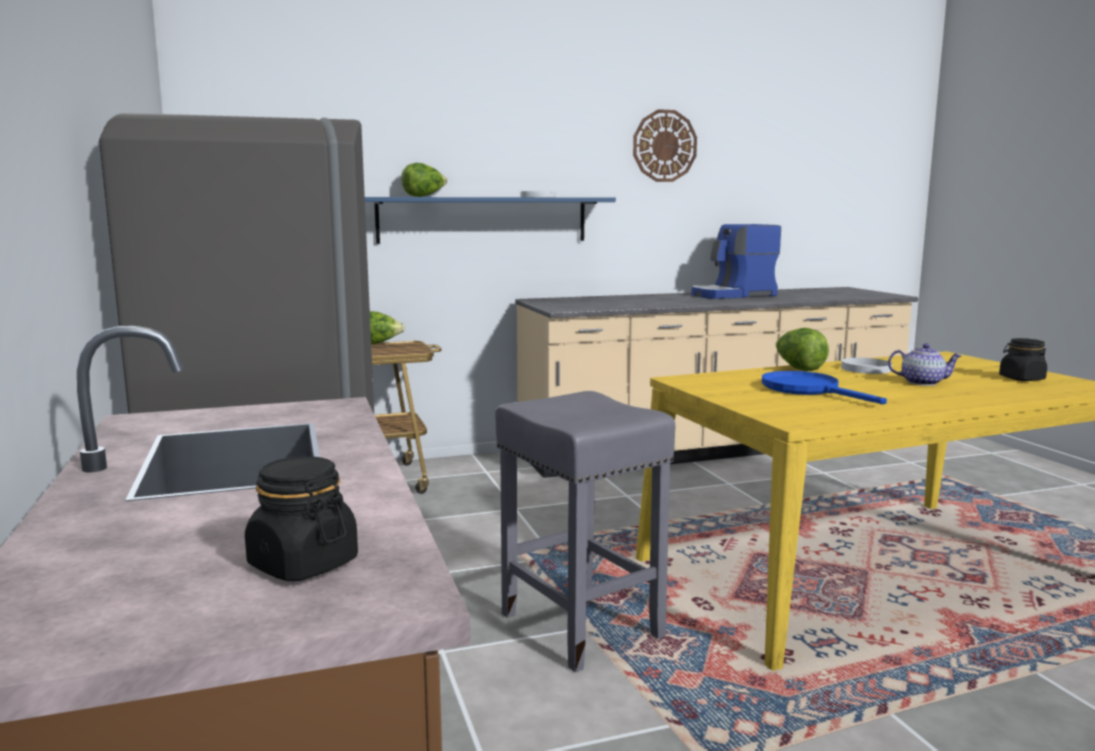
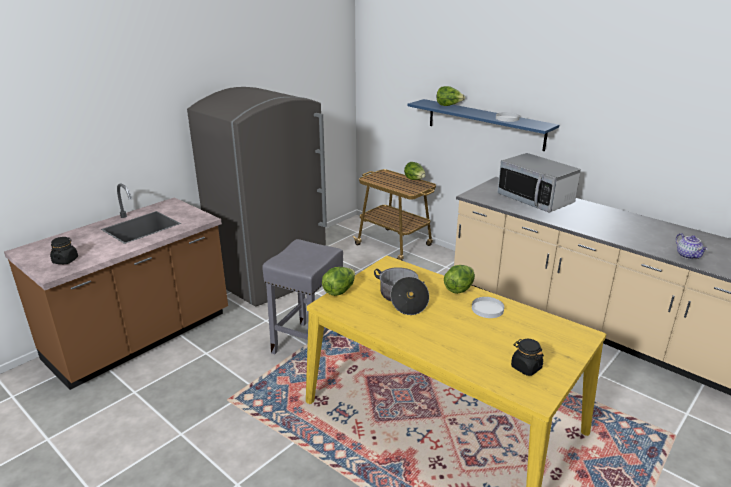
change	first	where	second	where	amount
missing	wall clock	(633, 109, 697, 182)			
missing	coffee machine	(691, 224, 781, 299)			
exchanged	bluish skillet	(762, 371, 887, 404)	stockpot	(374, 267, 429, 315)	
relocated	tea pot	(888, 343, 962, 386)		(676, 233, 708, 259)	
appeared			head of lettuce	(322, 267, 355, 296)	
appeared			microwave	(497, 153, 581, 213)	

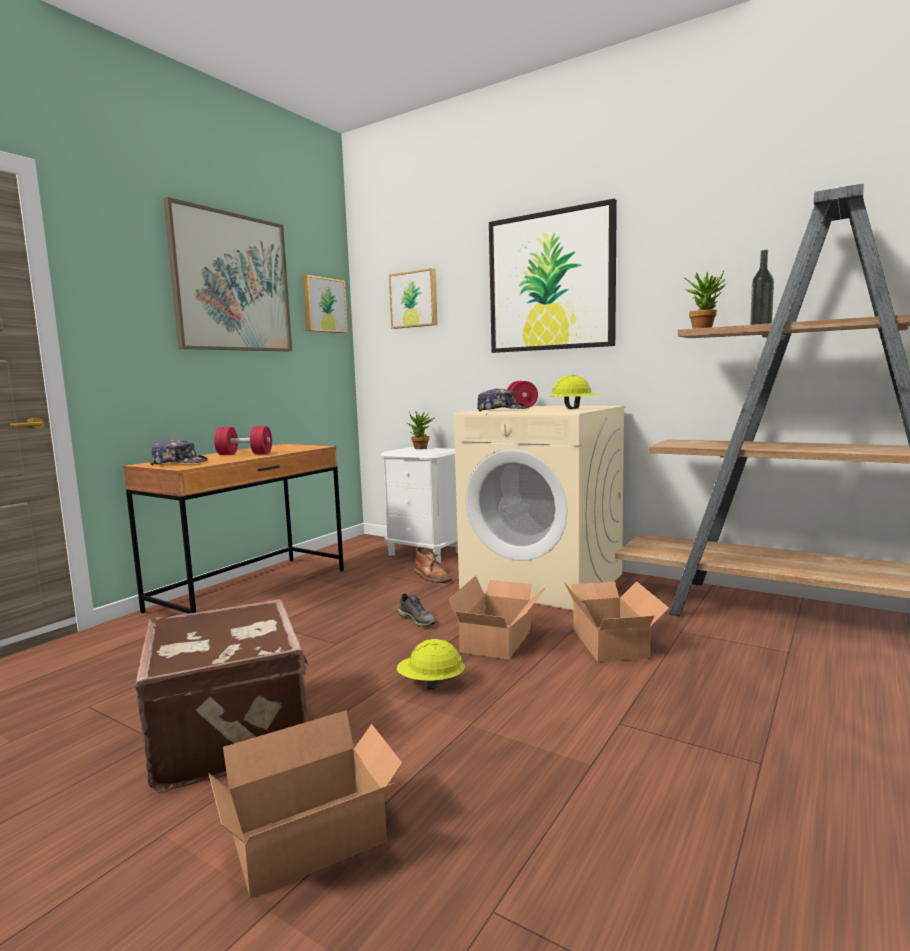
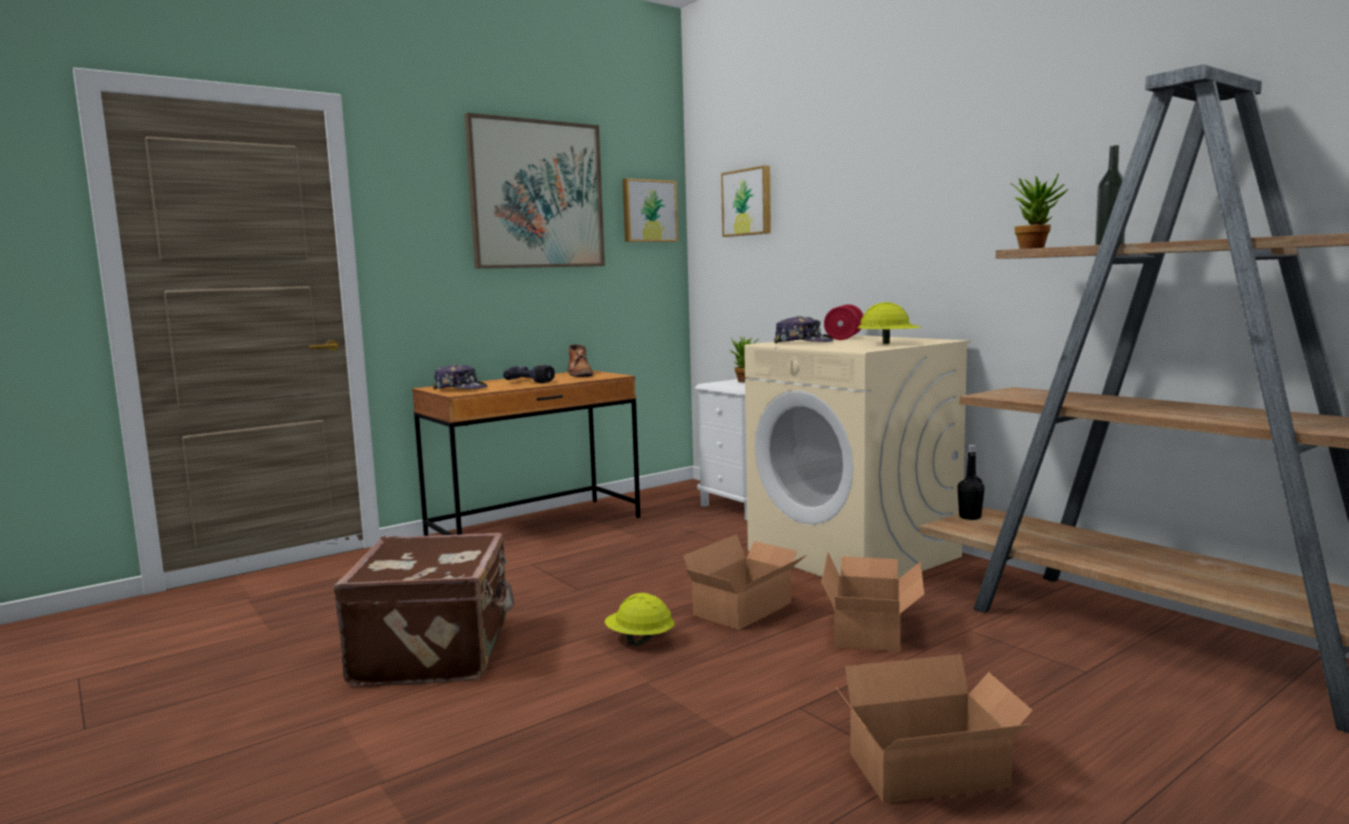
change	first	where	second	where	amount
relocated	packing box	(209, 710, 402, 898)		(836, 654, 1033, 804)	
exchanged	red dumbbell	(214, 426, 272, 455)	drill	(503, 365, 555, 383)	
missing	gray item of footwear	(398, 594, 436, 626)			
relocated	brown-coloured tall boot	(414, 547, 452, 583)		(568, 344, 594, 377)	
missing	wall art	(489, 199, 617, 353)			
appeared			black-coloured bottle	(957, 444, 985, 520)	

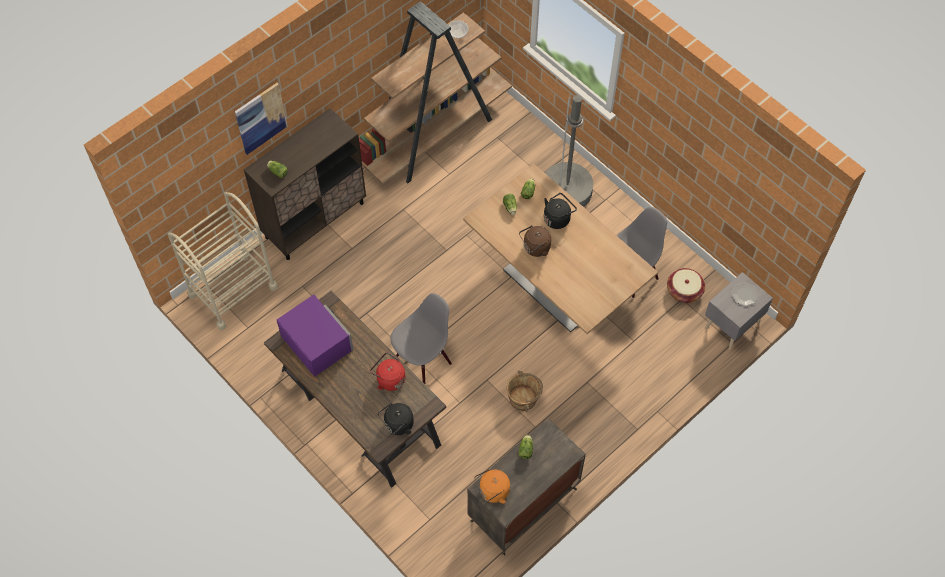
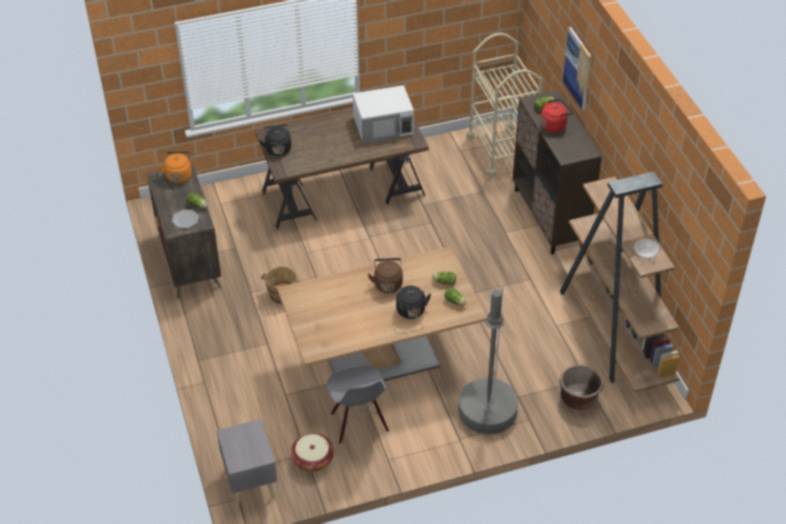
change	first	where	second	where	amount
colour	purplish microwave	(276, 295, 354, 377)	whitish microwave	(353, 85, 414, 144)	
relocated	red kettle	(370, 352, 405, 391)		(540, 99, 573, 133)	
missing	gray upright chair	(390, 293, 452, 384)			
relocated	dinner plate	(731, 282, 759, 306)		(172, 210, 199, 228)	
appeared			brown-coloured plant pot	(560, 365, 604, 410)	

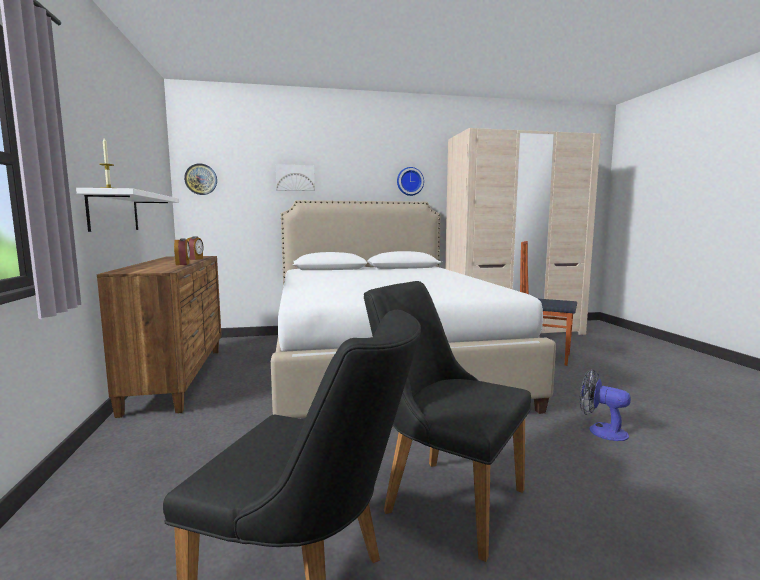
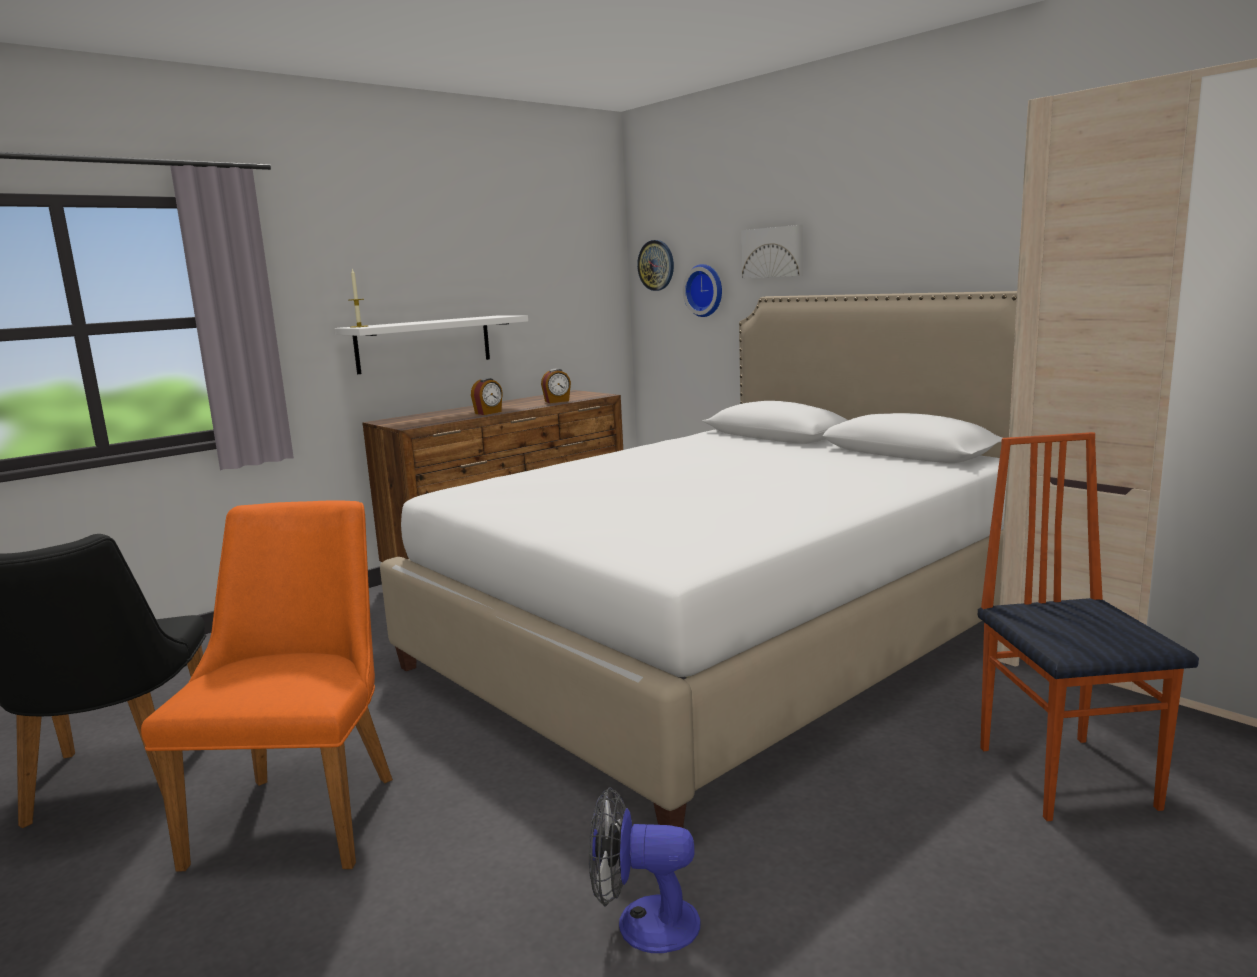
change	first	where	second	where	amount
colour	black-coloured upright chair	(364, 281, 531, 562)	orange-coloured upright chair	(141, 500, 393, 871)	
relocated	wall clock	(397, 167, 424, 196)		(683, 264, 722, 317)	
spun	fan	(580, 369, 631, 441)		(589, 787, 700, 953)	90 degrees counterclockwise

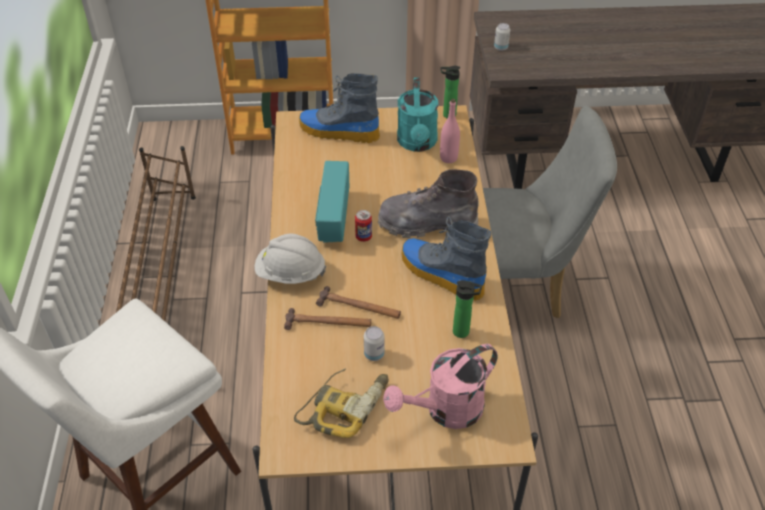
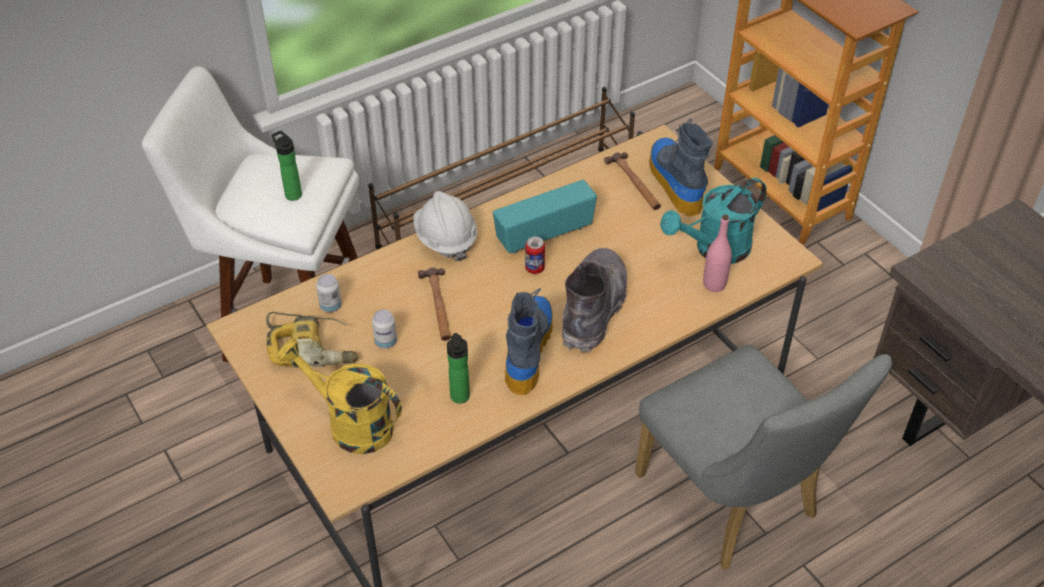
change	first	where	second	where	amount
relocated	hammer	(284, 308, 371, 330)		(604, 152, 661, 210)	
spun	gray tall boot	(378, 169, 479, 239)		(562, 248, 628, 352)	45 degrees clockwise
colour	pink-coloured sprinkling can	(383, 344, 498, 429)	yellow sprinkling can	(277, 338, 402, 454)	
relocated	bottle	(440, 66, 460, 118)		(272, 131, 302, 201)	
relocated	sealed can	(494, 23, 510, 51)		(316, 274, 342, 312)	

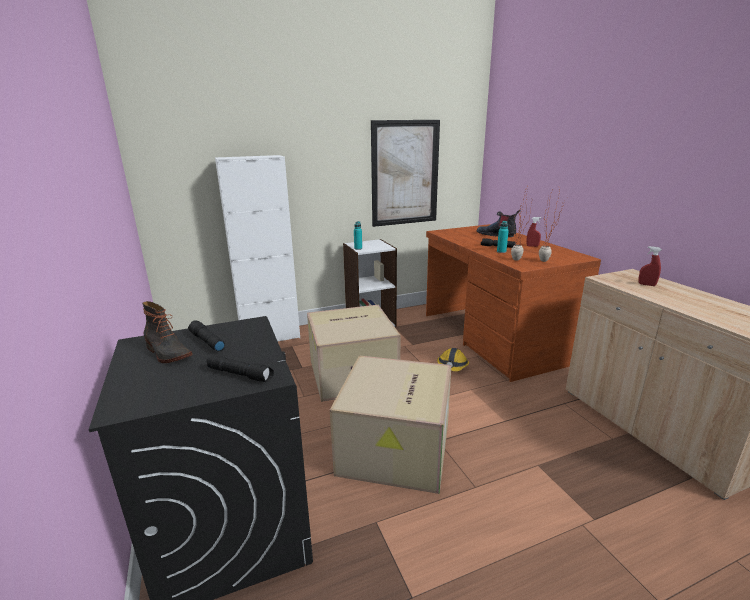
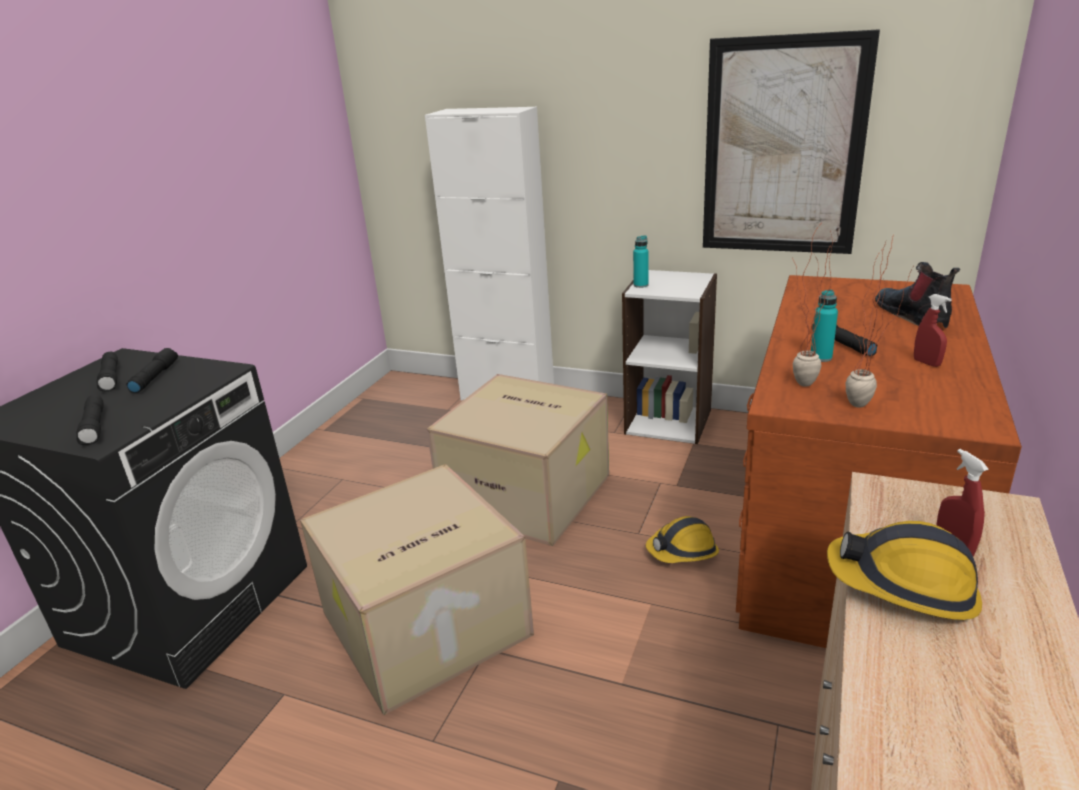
change	first	where	second	where	amount
exchanged	tall boot	(142, 301, 192, 363)	black-coloured torch	(97, 352, 118, 392)	
appeared			hard hat	(827, 521, 982, 620)	

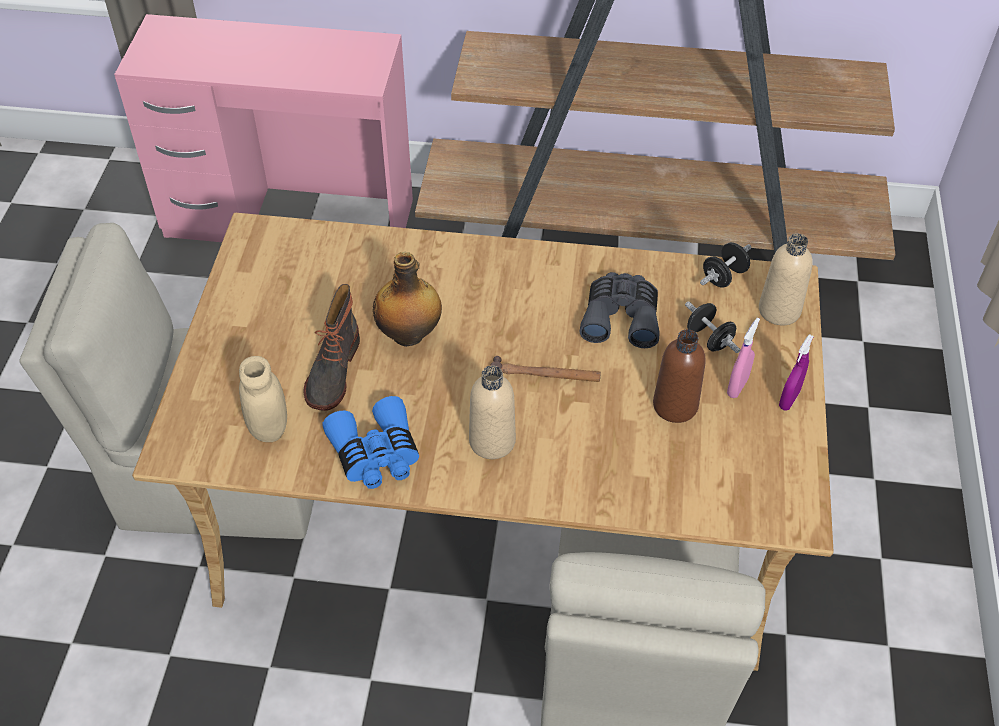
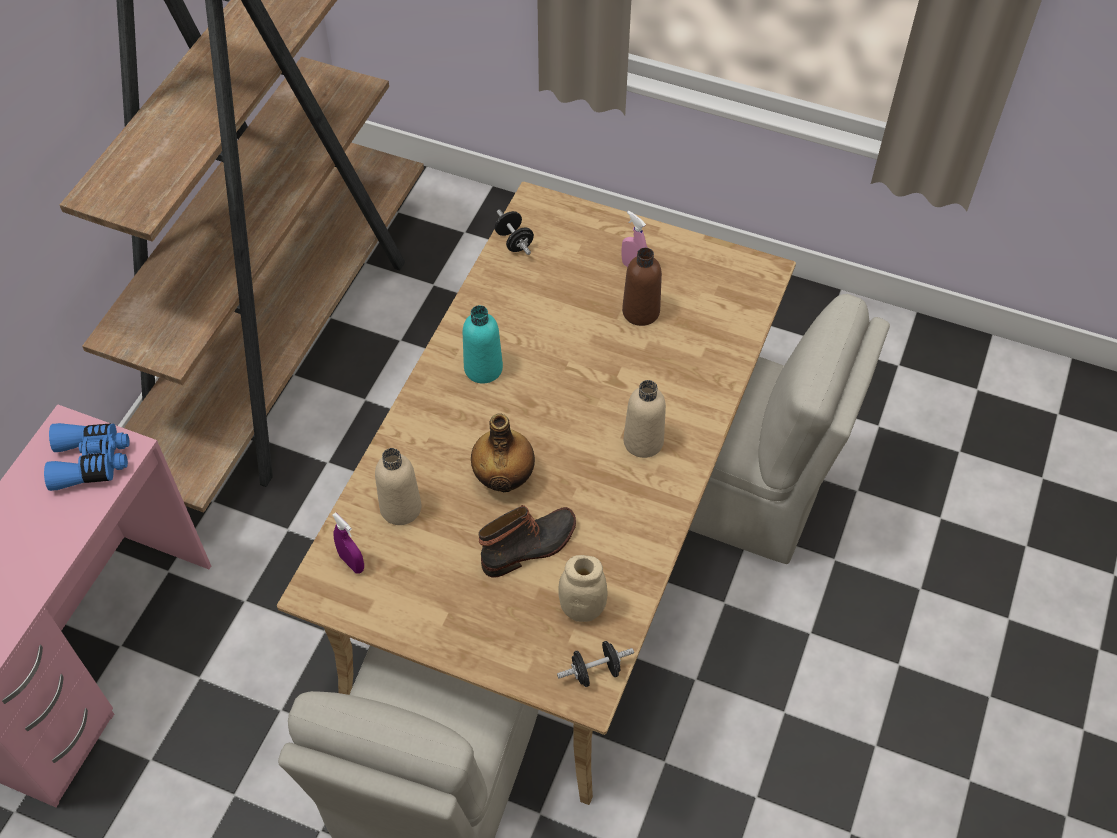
change	first	where	second	where	amount
spun	tall boot	(304, 284, 360, 411)		(478, 505, 576, 578)	60 degrees counterclockwise
relocated	bluish pair of binoculars	(322, 396, 419, 489)		(44, 423, 129, 491)	
missing	hammer	(490, 356, 601, 382)			
missing	gray pair of binoculars	(580, 272, 660, 348)			
relocated	black-coloured dumbbell	(685, 301, 740, 353)		(557, 641, 634, 687)	
relocated	beige bottle	(759, 234, 813, 325)		(375, 448, 421, 525)	
relocated	purplish sprayer	(779, 334, 814, 411)		(332, 512, 364, 573)	
appeared			turquoise bottle	(463, 305, 503, 384)	

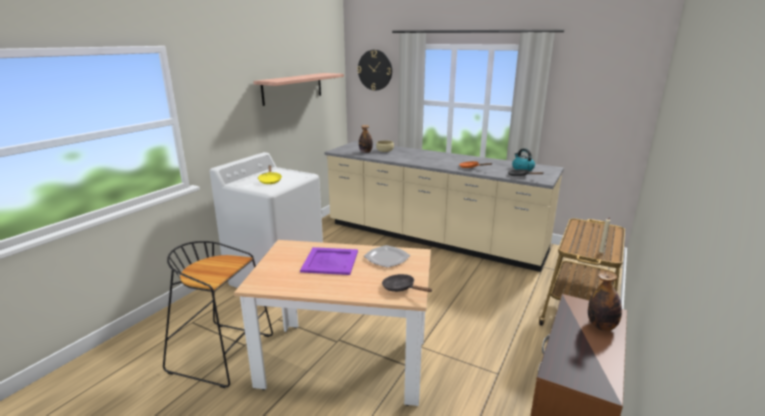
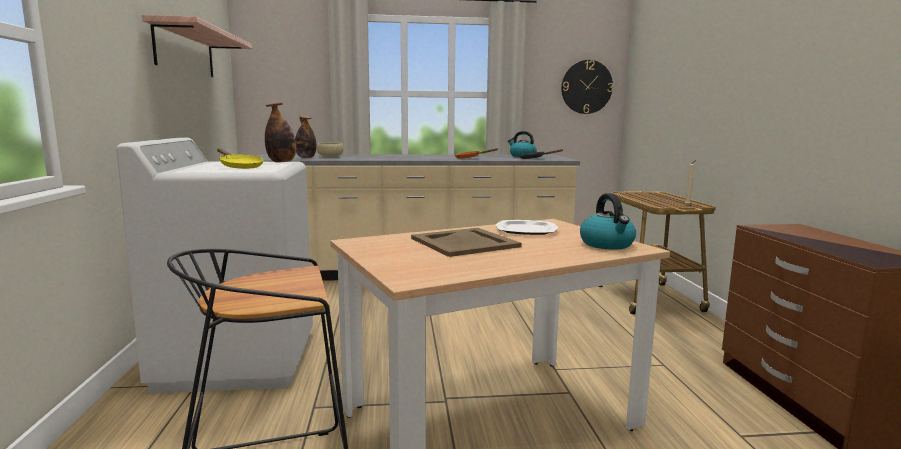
change	first	where	second	where	amount
colour	purplish tray	(300, 247, 358, 275)	beige tray	(411, 228, 522, 257)	
relocated	wall clock	(357, 50, 392, 91)		(561, 60, 613, 114)	
exchanged	black-coloured skillet	(382, 274, 432, 292)	kettle	(580, 193, 636, 250)	
relocated	bottle	(588, 271, 622, 331)		(265, 103, 296, 163)	

